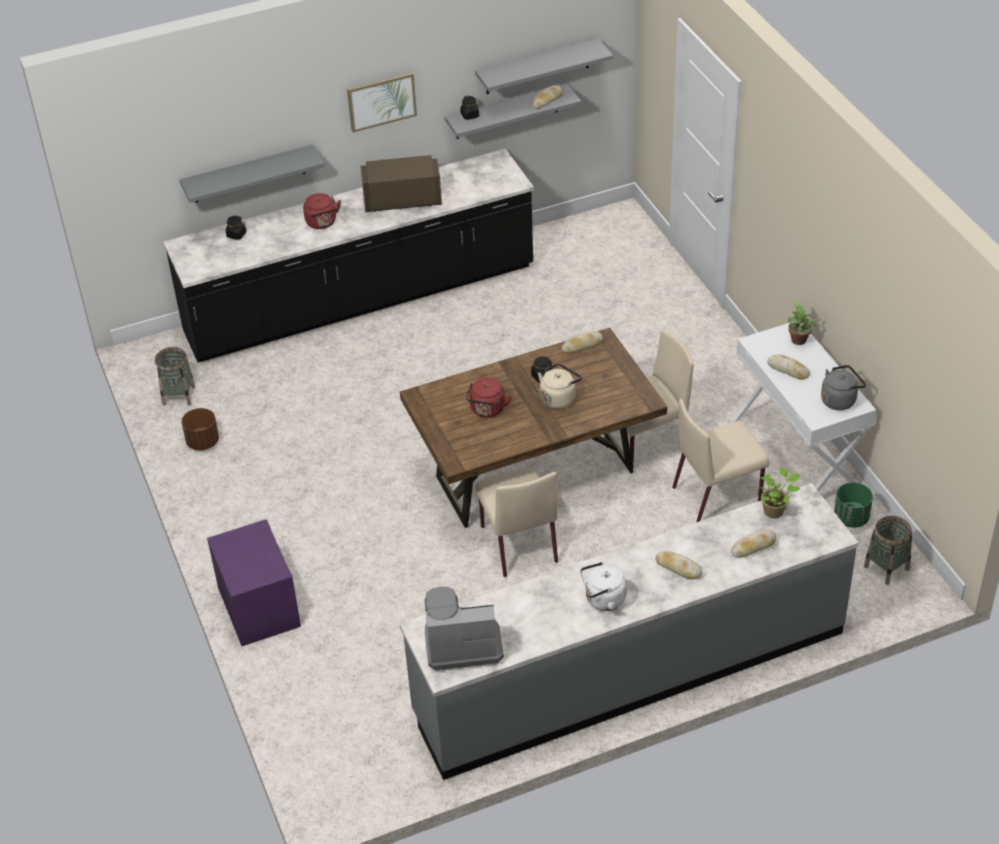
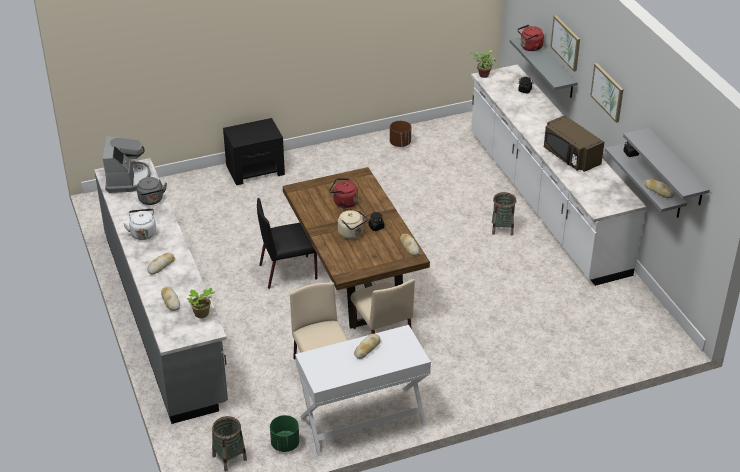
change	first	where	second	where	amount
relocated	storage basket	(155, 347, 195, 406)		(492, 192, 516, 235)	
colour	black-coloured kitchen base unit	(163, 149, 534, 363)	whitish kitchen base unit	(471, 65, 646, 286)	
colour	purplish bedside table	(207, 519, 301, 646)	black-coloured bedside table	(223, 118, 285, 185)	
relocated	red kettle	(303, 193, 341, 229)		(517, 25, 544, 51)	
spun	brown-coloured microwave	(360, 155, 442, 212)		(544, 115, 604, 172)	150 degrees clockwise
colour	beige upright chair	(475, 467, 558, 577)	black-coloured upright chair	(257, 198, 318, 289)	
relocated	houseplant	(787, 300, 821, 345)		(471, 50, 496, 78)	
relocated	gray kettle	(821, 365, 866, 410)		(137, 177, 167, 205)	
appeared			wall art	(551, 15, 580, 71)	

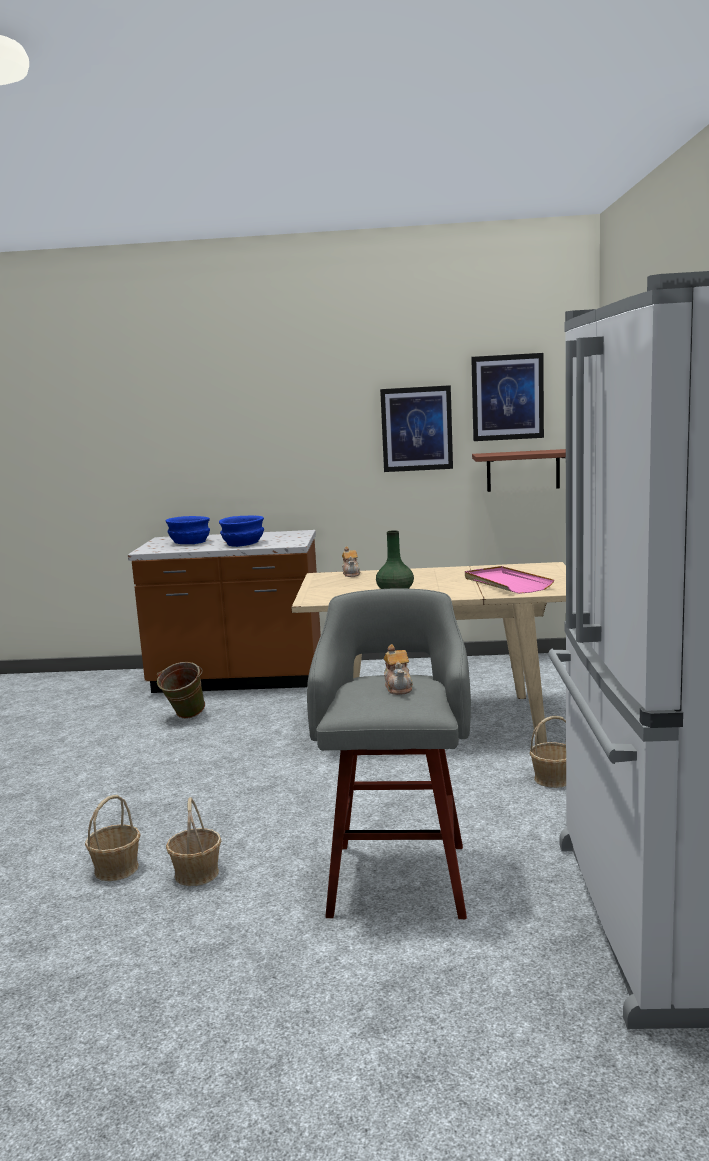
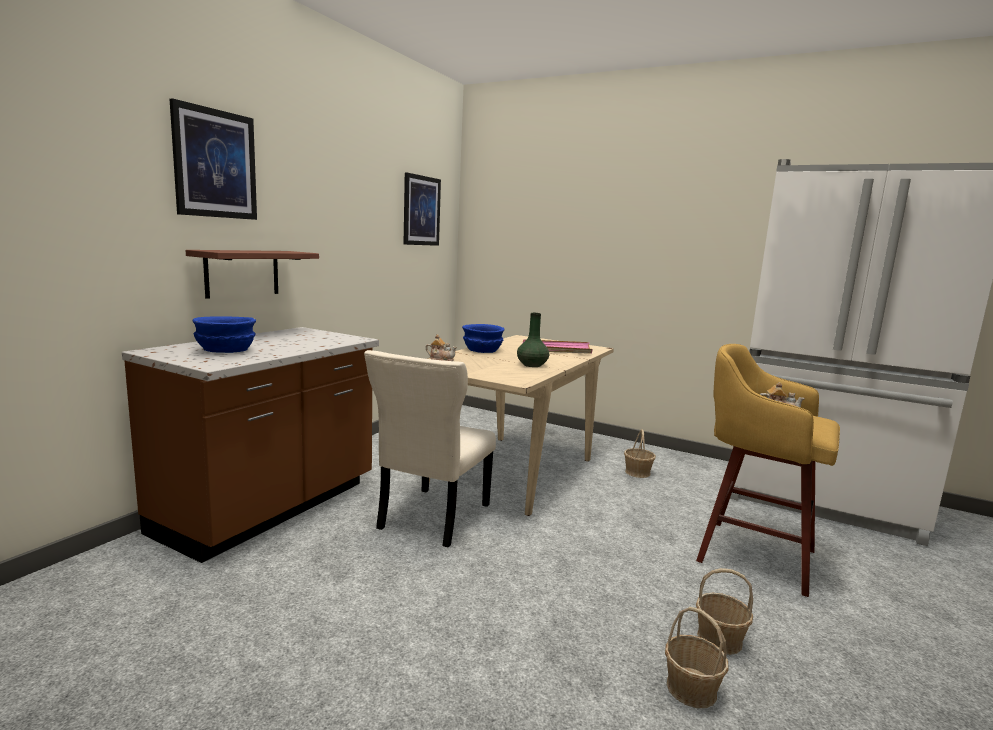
change	first	where	second	where	amount
missing	greenish bucket	(157, 662, 205, 719)			
relocated	bluish bowl	(219, 516, 264, 547)		(462, 324, 504, 353)	
colour	gray sitting stool	(307, 588, 471, 919)	yellow sitting stool	(696, 344, 840, 597)	
relocated	wall art	(380, 385, 453, 472)		(170, 98, 257, 220)	
relocated	shelf	(472, 449, 566, 492)		(186, 250, 319, 299)	
appeared			beige upright chair	(364, 350, 496, 548)	

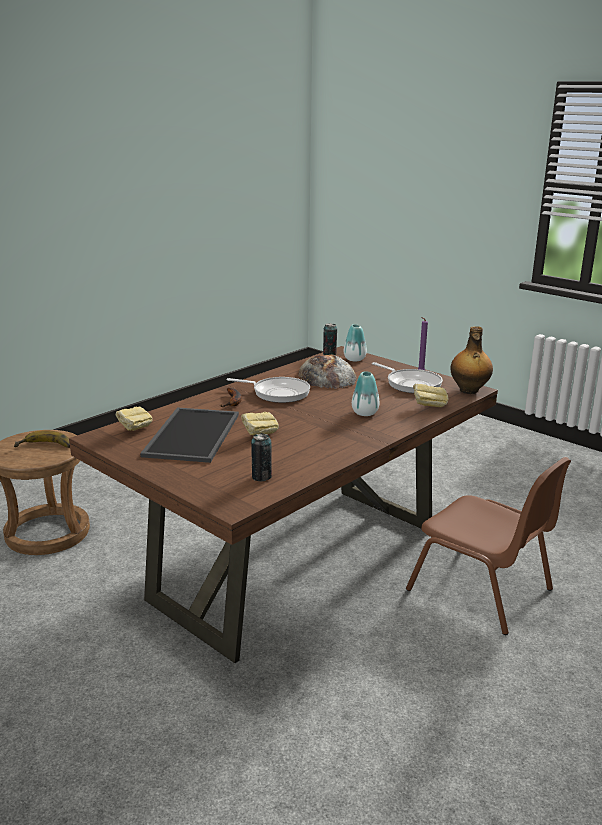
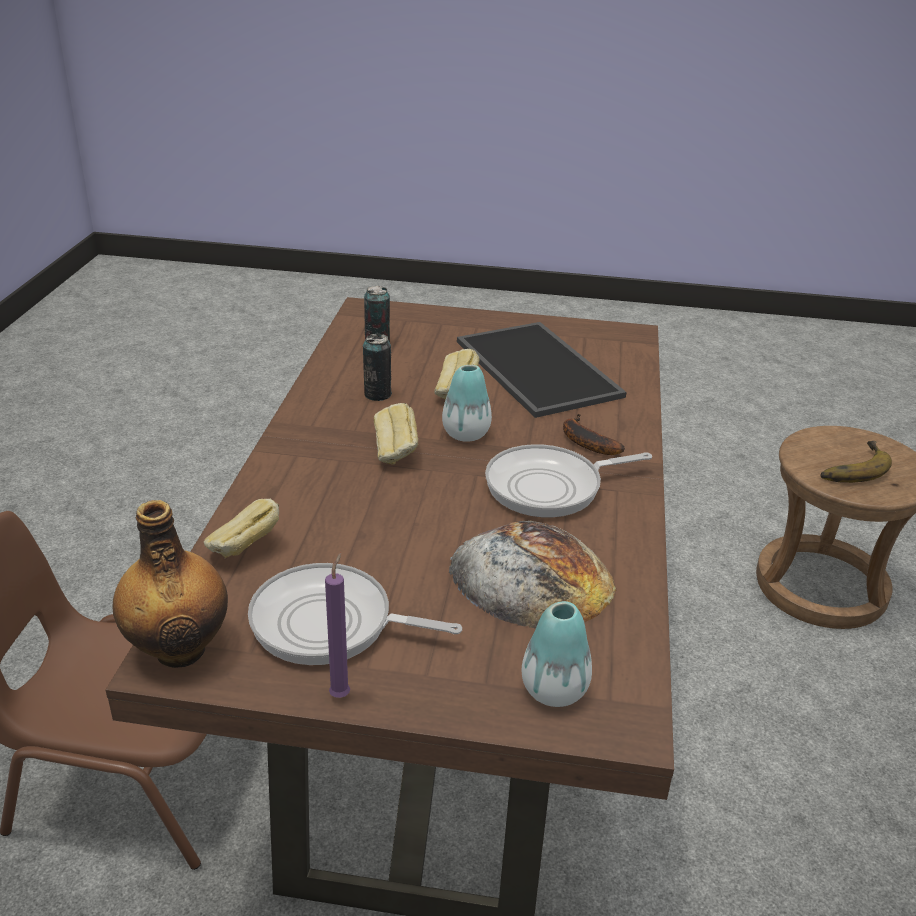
change	first	where	second	where	amount
relocated	bread	(116, 407, 153, 431)		(374, 403, 418, 465)	
relocated	sealed can	(323, 323, 337, 355)		(363, 333, 392, 401)	
relocated	flower vase	(352, 371, 379, 416)		(442, 365, 492, 442)	

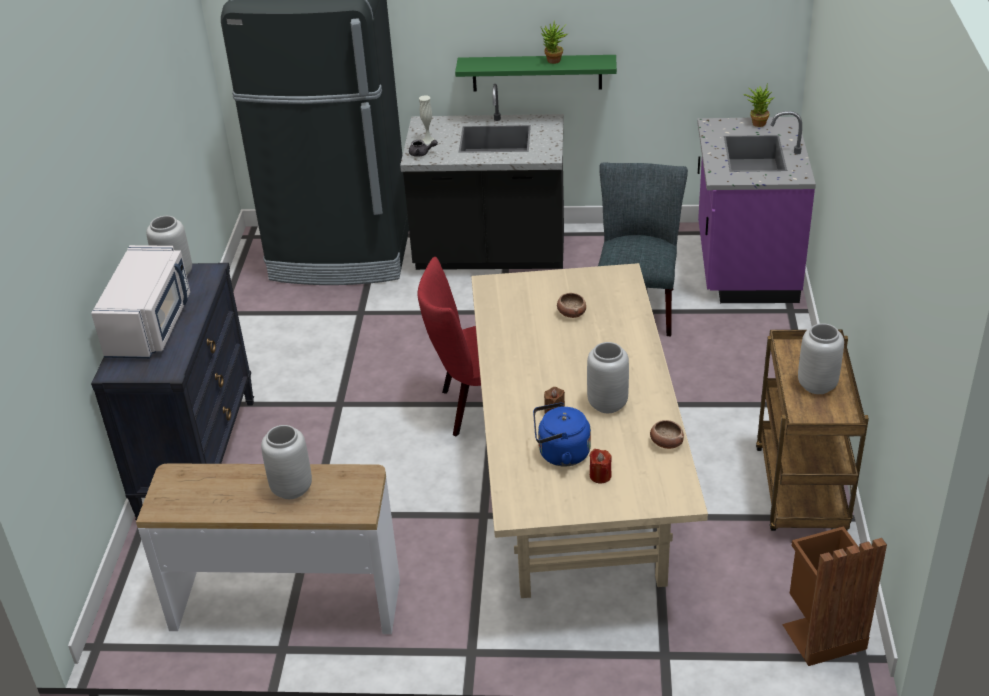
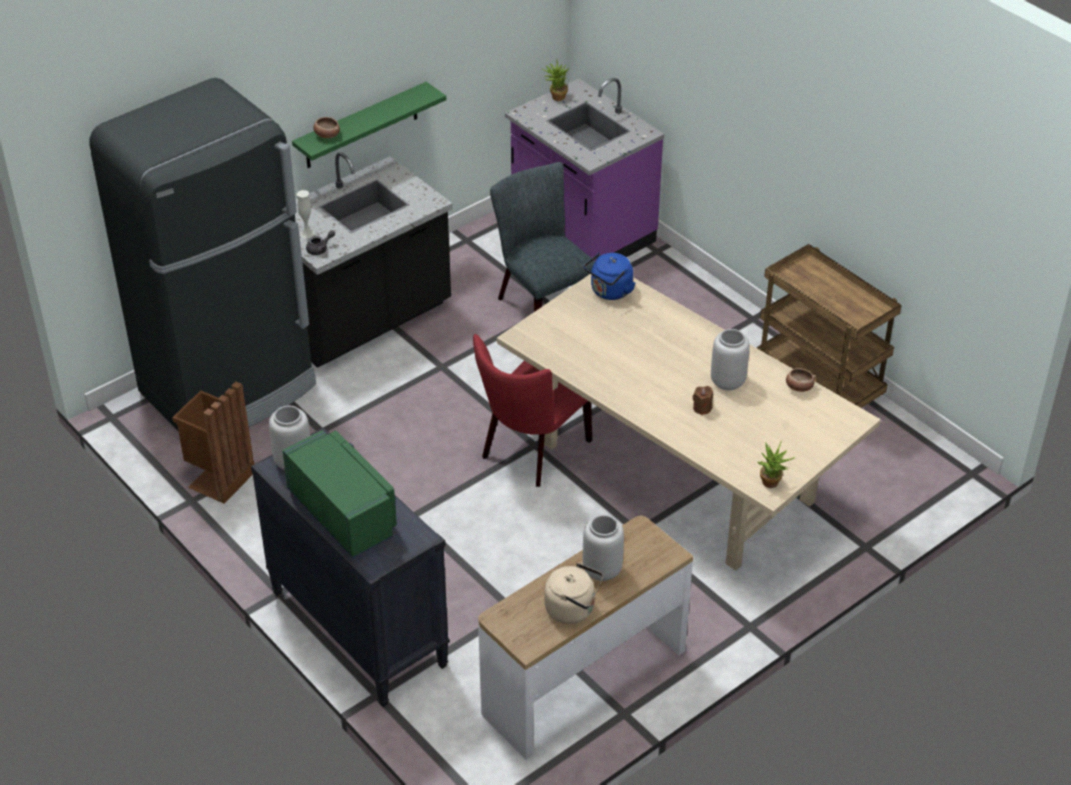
change	first	where	second	where	amount
colour	whitish microwave	(91, 245, 190, 358)	greenish microwave	(283, 430, 397, 558)	
relocated	bluish kettle	(533, 402, 591, 467)		(584, 253, 635, 300)	
relocated	houseplant	(541, 20, 567, 64)		(757, 441, 796, 488)	
relocated	bowl	(557, 293, 586, 318)		(313, 117, 340, 138)	
missing	red candle	(589, 449, 612, 483)			
relocated	brown-coloured rubbish bin	(782, 526, 887, 666)		(172, 381, 254, 504)	
missing	gray flower vase	(798, 323, 844, 394)			
appeared			beige kettle	(544, 563, 603, 624)	

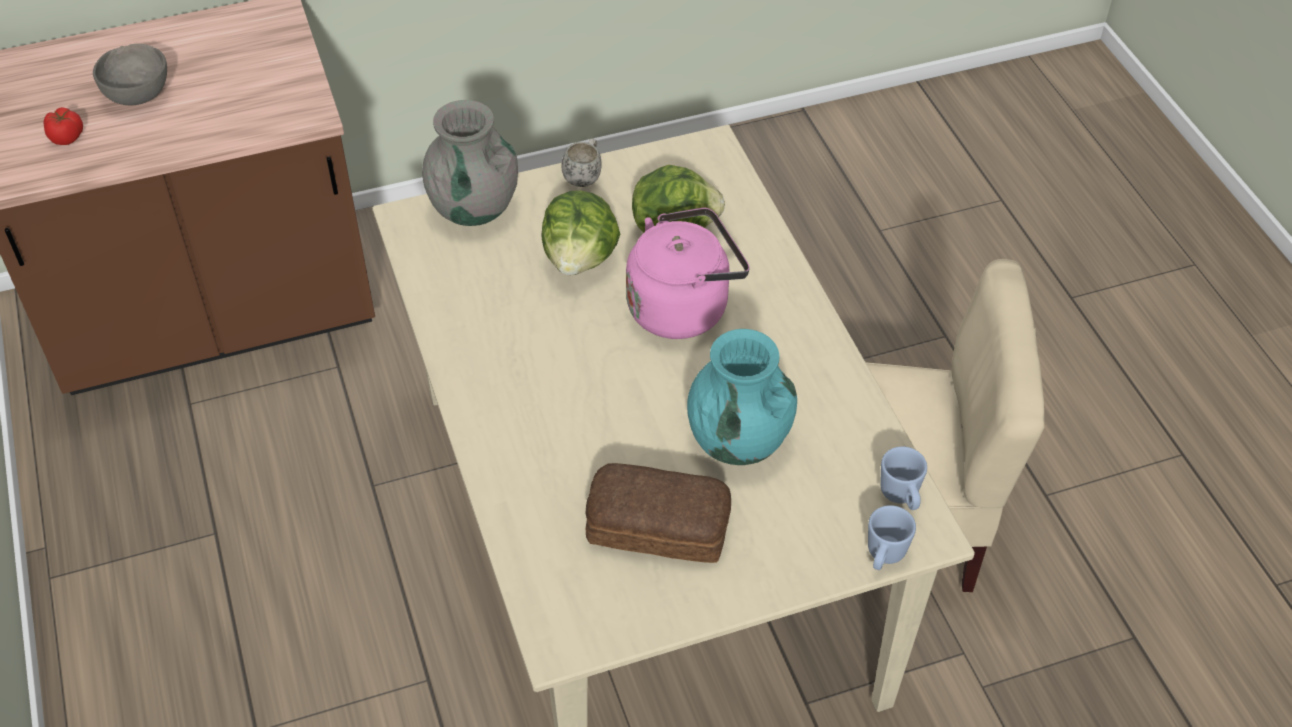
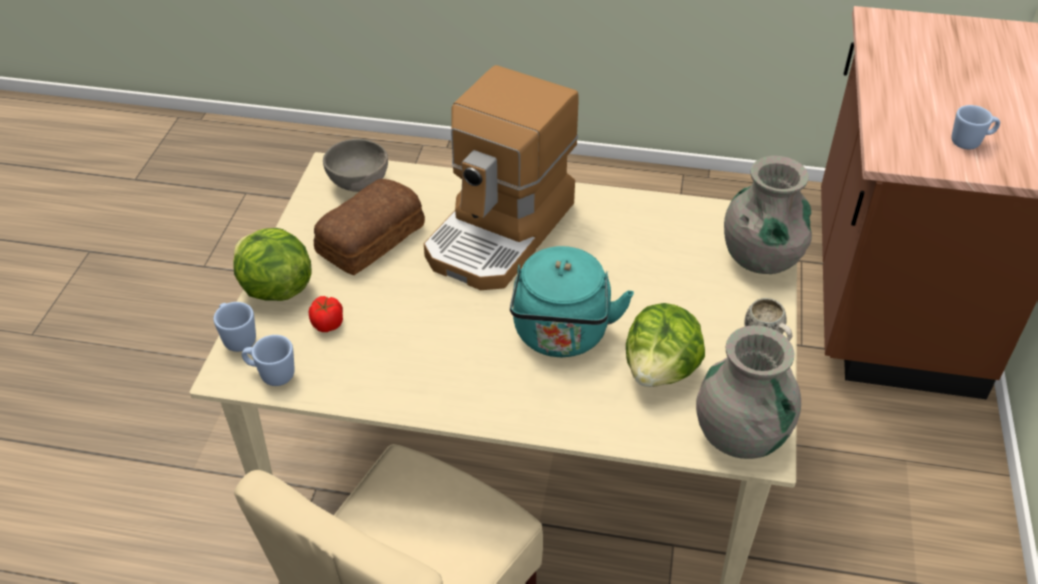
change	first	where	second	where	amount
relocated	fresh tomato	(43, 107, 83, 145)		(308, 296, 343, 332)	
relocated	gray bowl	(93, 44, 167, 105)		(323, 139, 388, 192)	
relocated	head of lettuce	(542, 191, 620, 275)		(233, 228, 311, 301)	
colour	pink-coloured kettle	(626, 208, 750, 339)	turquoise kettle	(510, 246, 634, 357)	
missing	turquoise flower vase	(687, 329, 797, 465)			
appeared			coffee machine	(424, 65, 579, 290)	
appeared			gray flower vase	(696, 325, 801, 459)	
appeared			bluish tea mug	(951, 105, 1000, 149)	

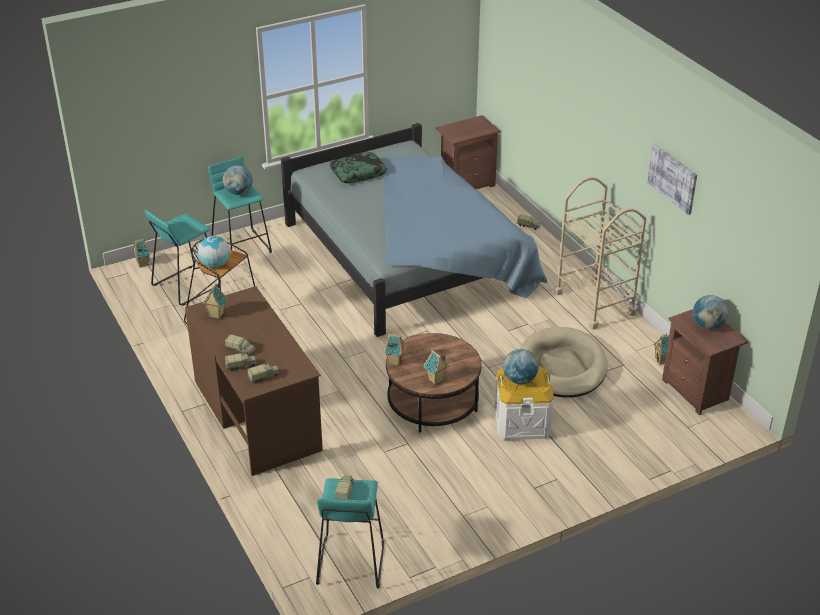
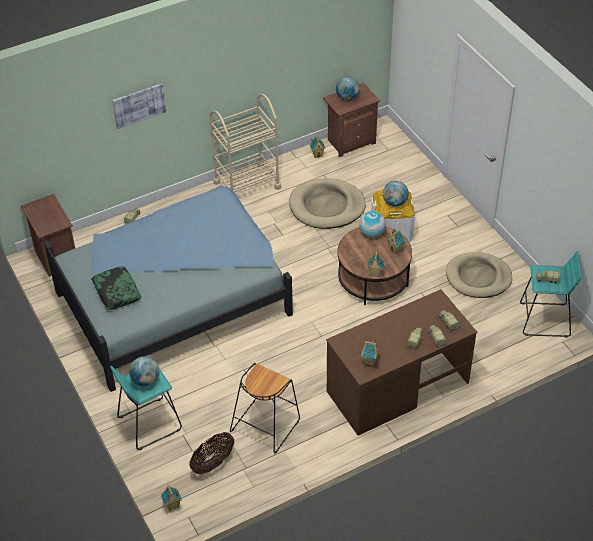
change	first	where	second	where	amount
exchanged	turquoise sitting stool	(145, 210, 221, 306)	storage basket	(189, 432, 234, 474)	
relocated	desk globe	(198, 236, 230, 268)		(359, 211, 386, 237)	
relocated	wall art	(647, 144, 697, 215)		(112, 83, 166, 129)	
appeared			beige dog bed	(446, 252, 512, 298)	

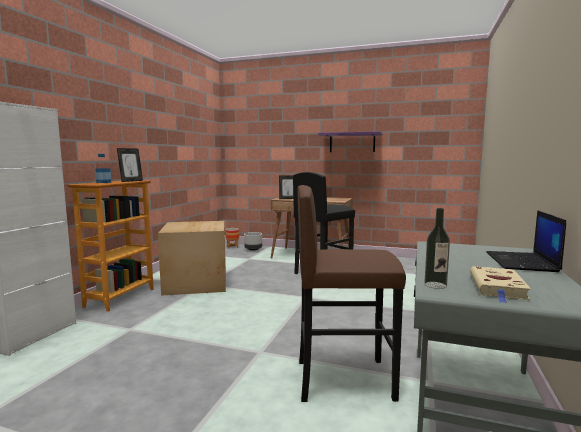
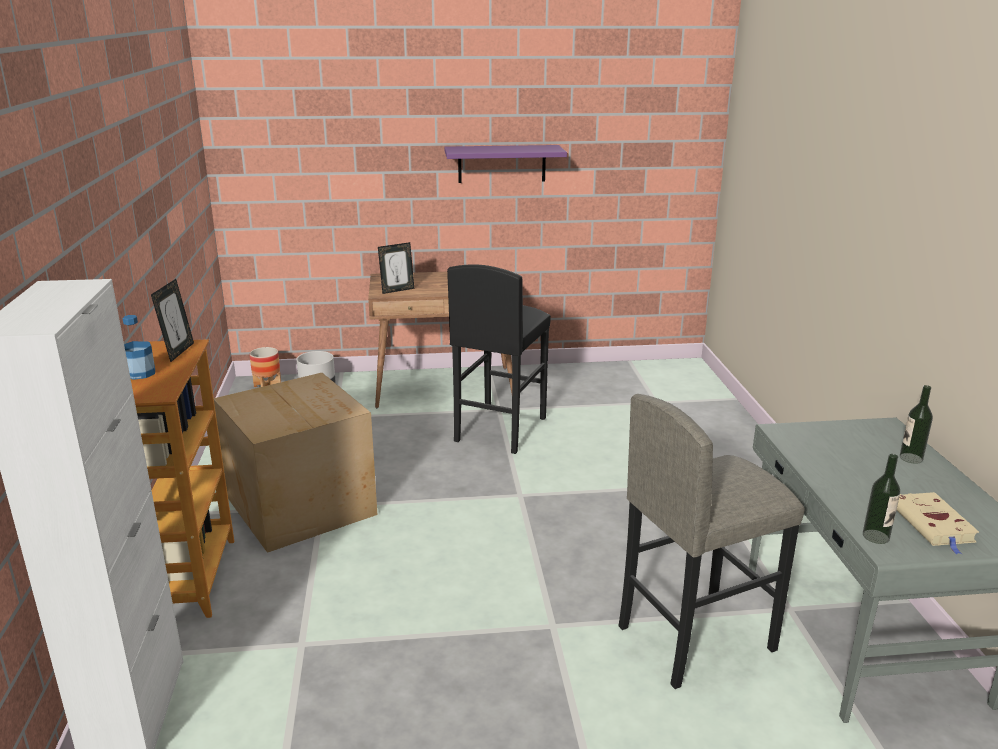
change	first	where	second	where	amount
colour	brown-coloured sitting stool	(297, 185, 406, 402)	gray sitting stool	(618, 394, 805, 689)	
exchanged	notebook computer	(486, 210, 566, 272)	bottle	(900, 385, 933, 464)	

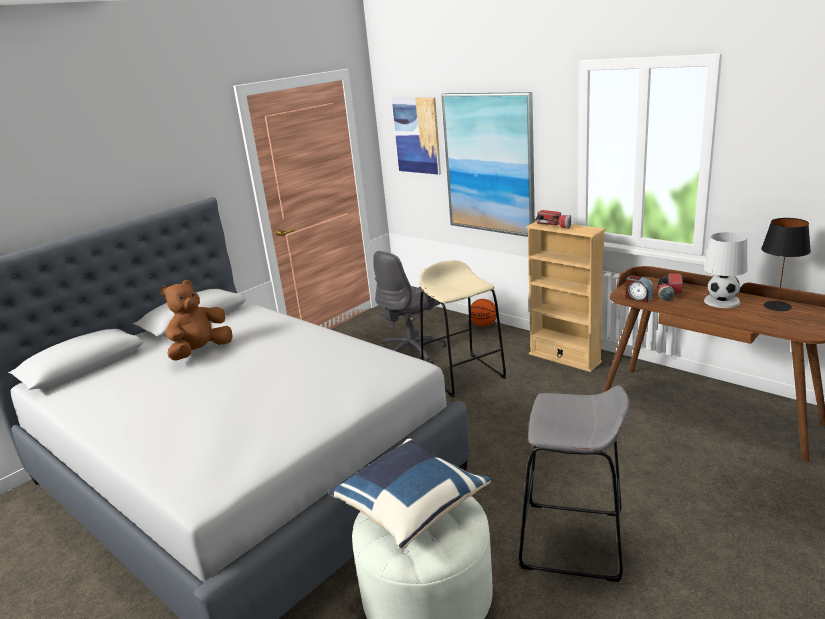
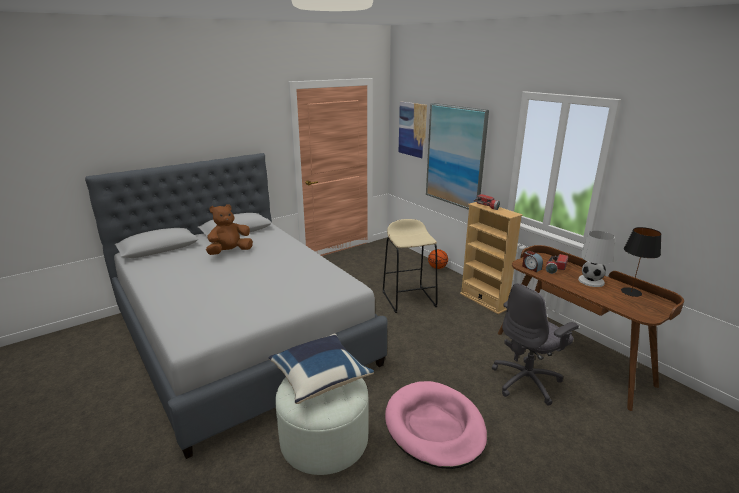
change	first	where	second	where	amount
relocated	gray office chair	(373, 251, 446, 364)		(492, 283, 579, 406)	
exchanged	gray sitting stool	(519, 386, 630, 582)	pink-coloured dog bed	(385, 381, 487, 469)	

